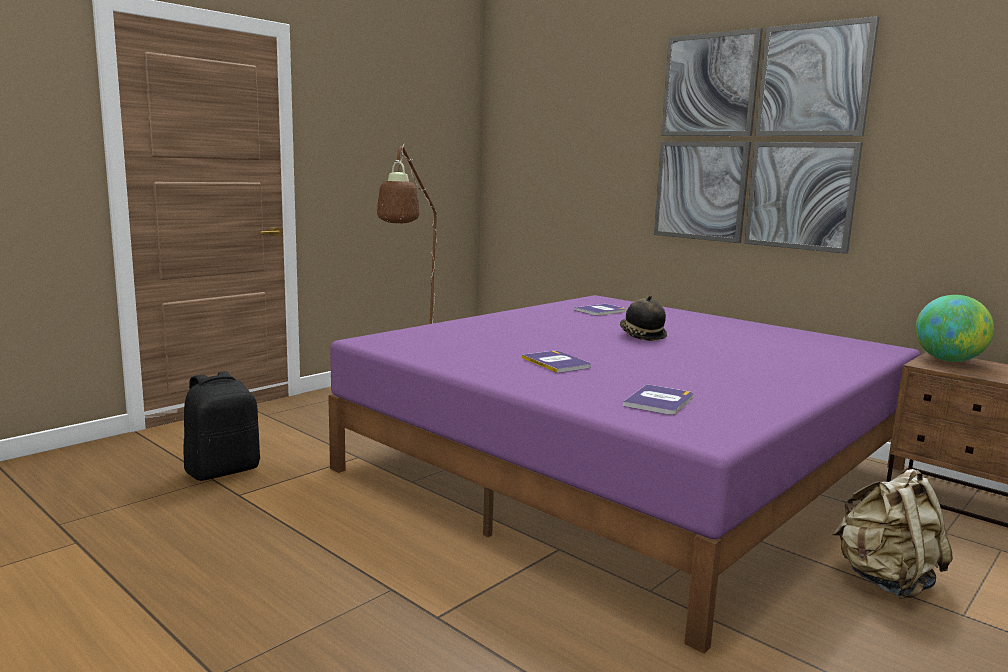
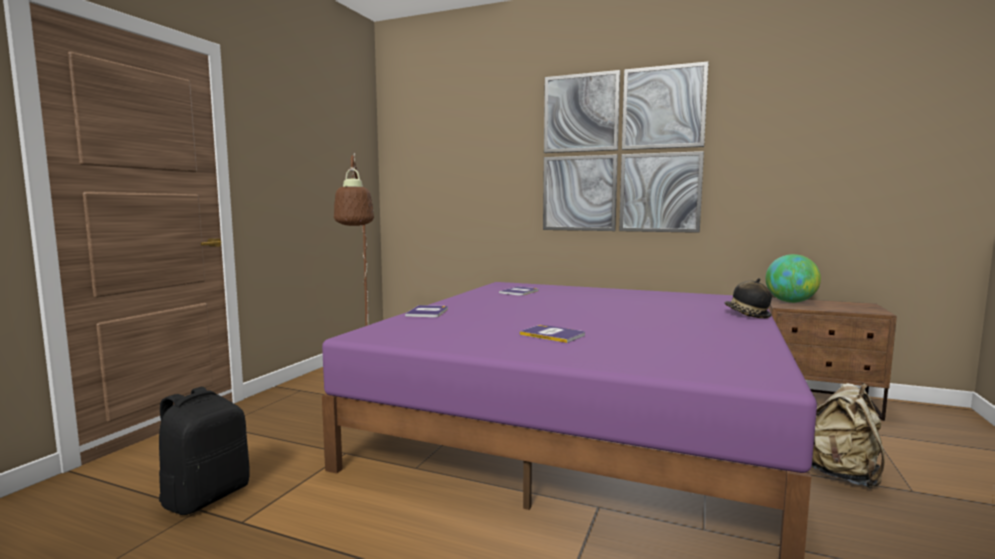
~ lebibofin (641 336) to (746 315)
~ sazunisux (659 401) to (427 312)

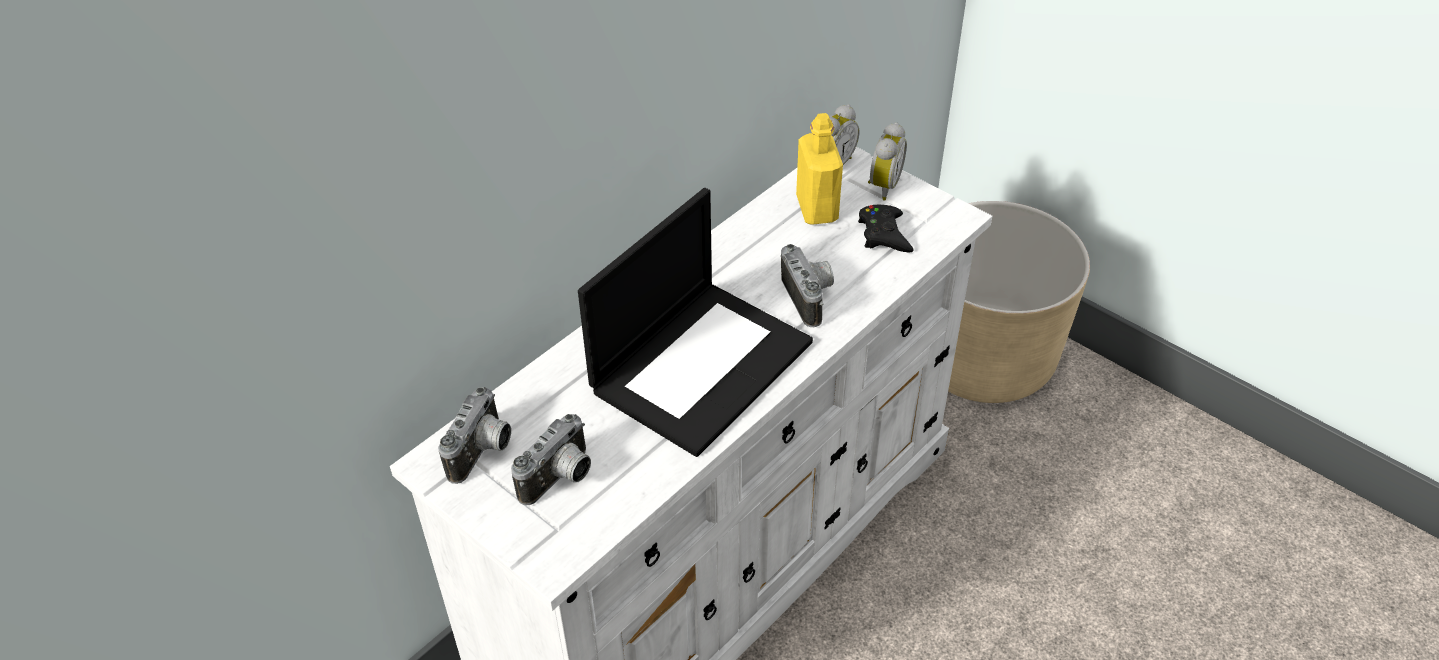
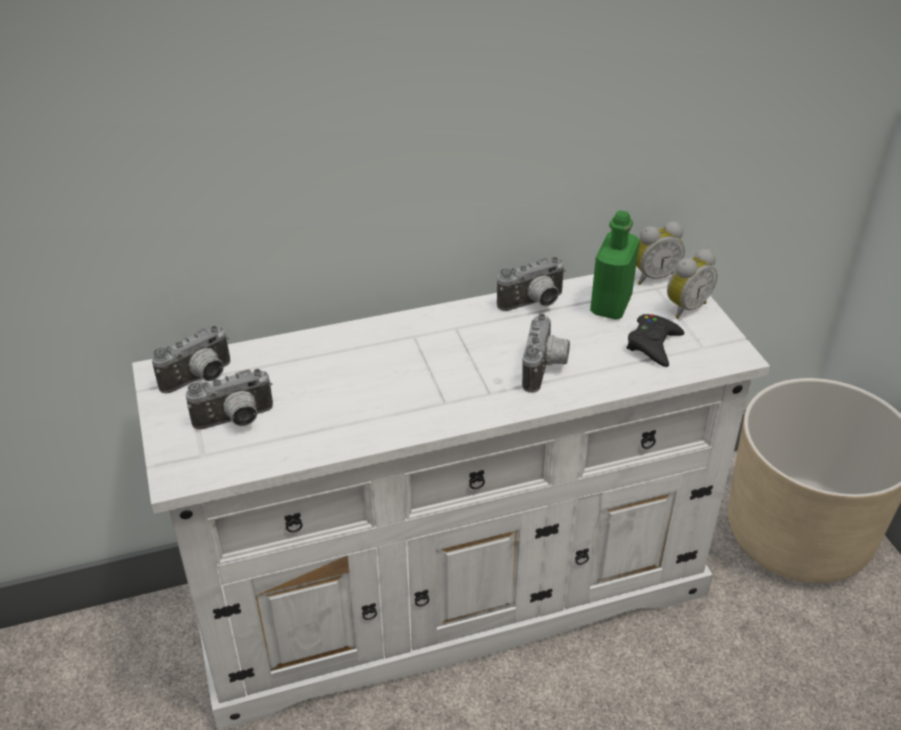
~ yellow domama (817 209) to green domama (611 305)
- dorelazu (701 364)
+ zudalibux (534 304)

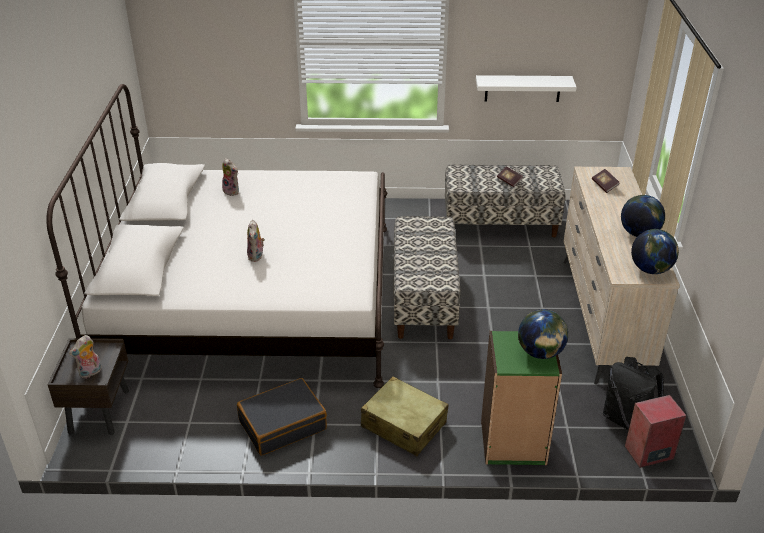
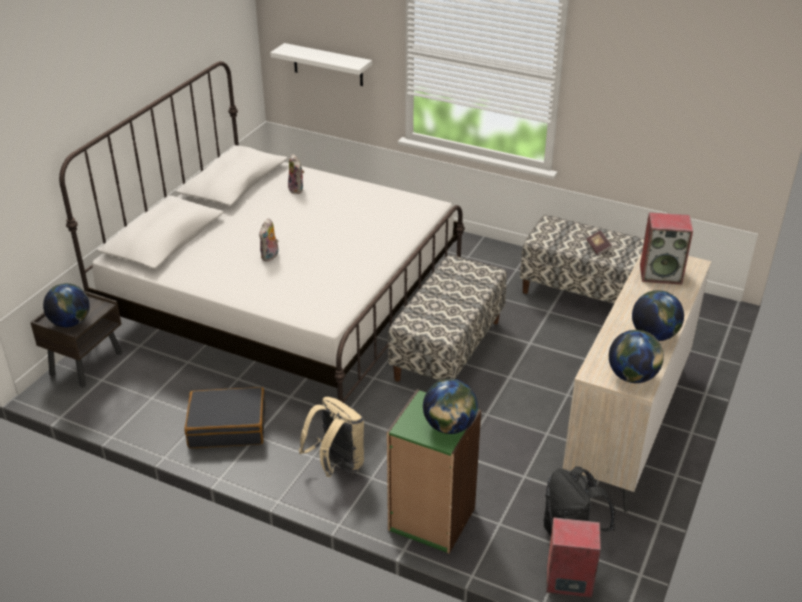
~ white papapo (522 88) to (328 65)
~ sazunisux (604 185) to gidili (661 274)
~ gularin (90 373) to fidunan (71 323)
~ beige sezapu (403 425) to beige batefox (337 465)

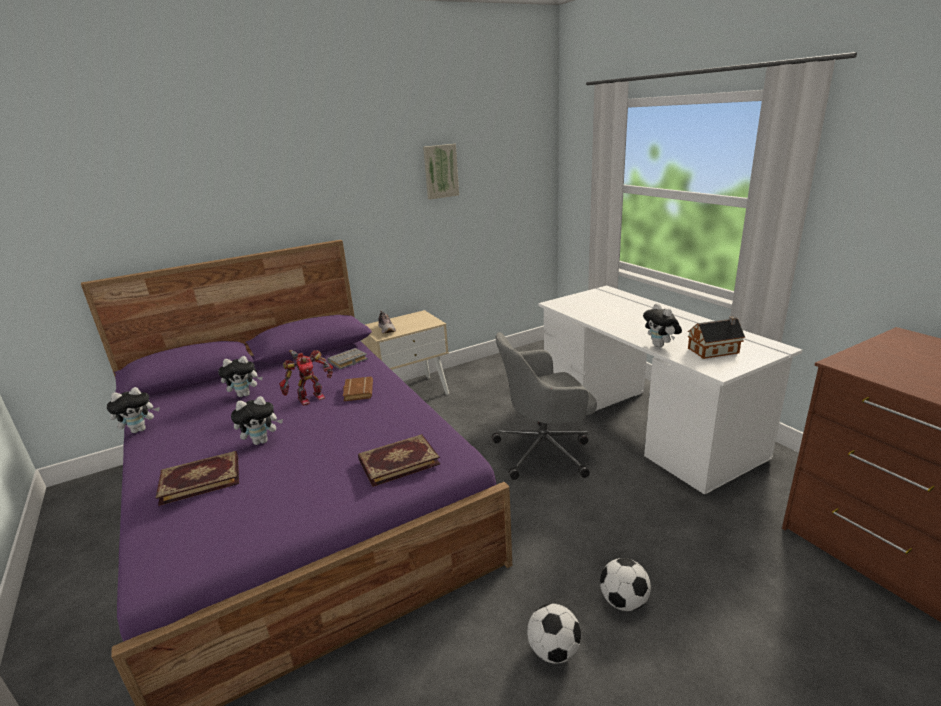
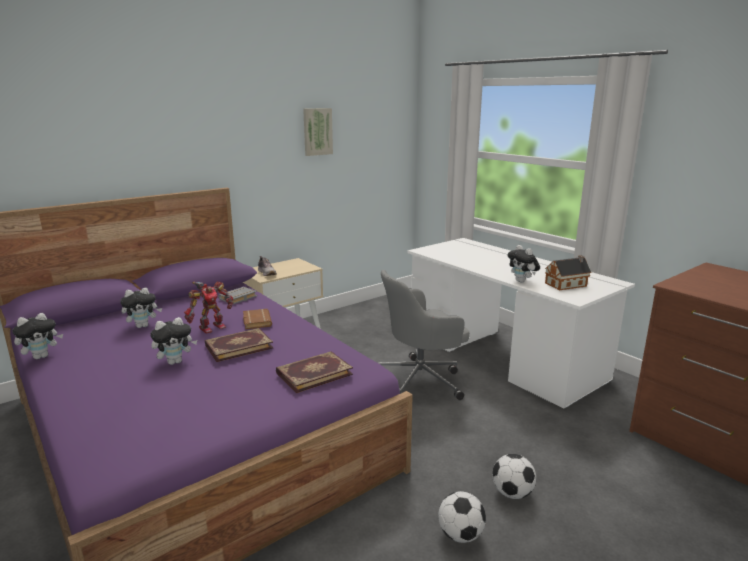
~ sazunisux (200 479) to (238 346)

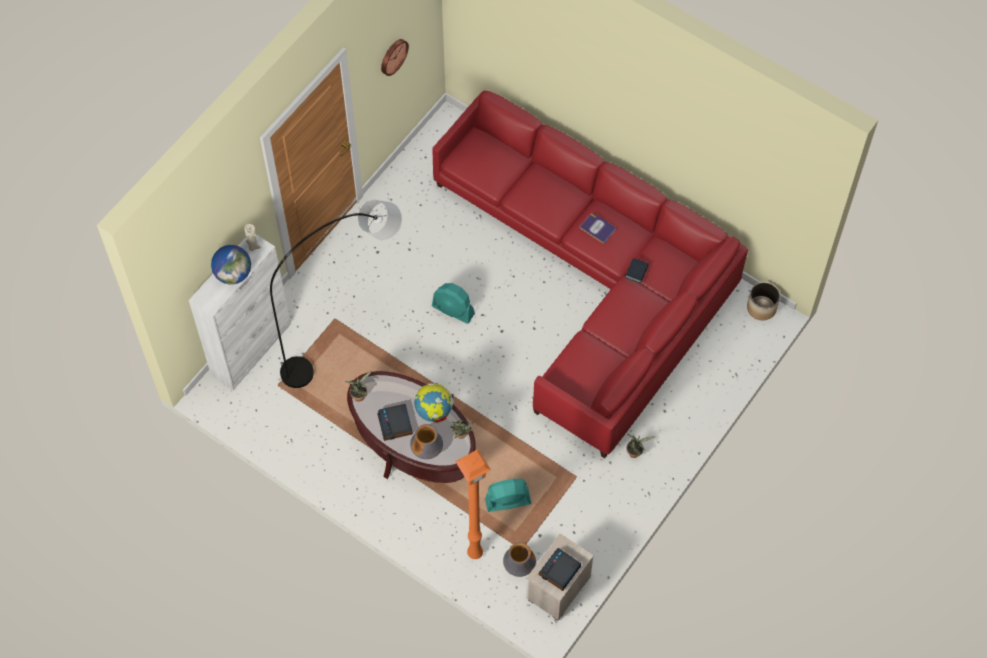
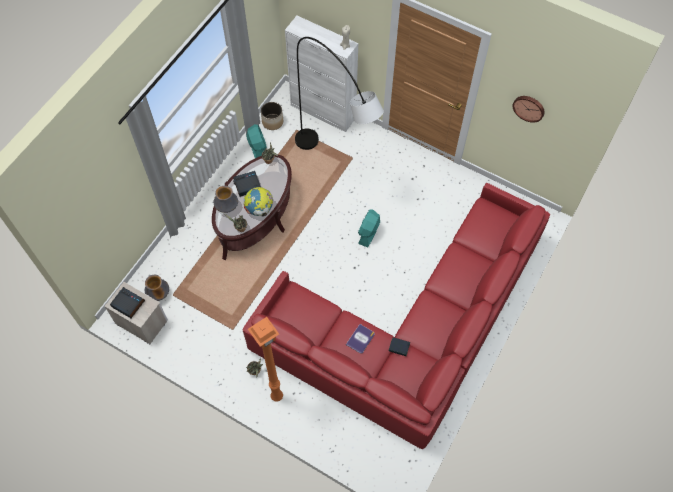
~ sazunisux (598 228) to (360 339)
- fidunan (233 274)
~ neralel (761 308) to (272 122)
~ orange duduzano (474 554) to (275 396)
~ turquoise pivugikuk (507 501) to (257 148)

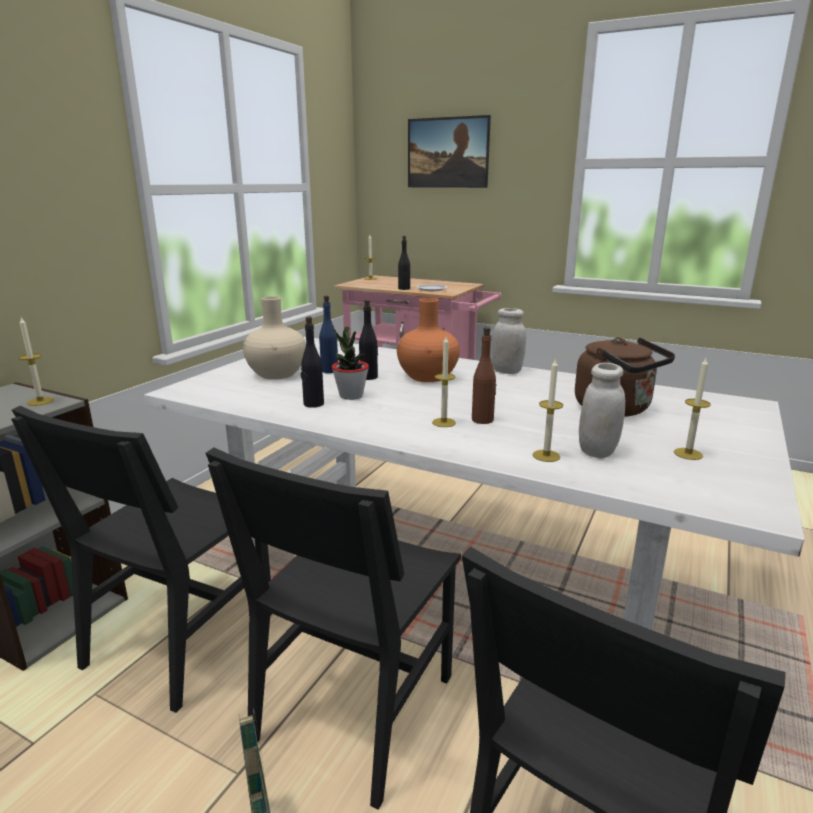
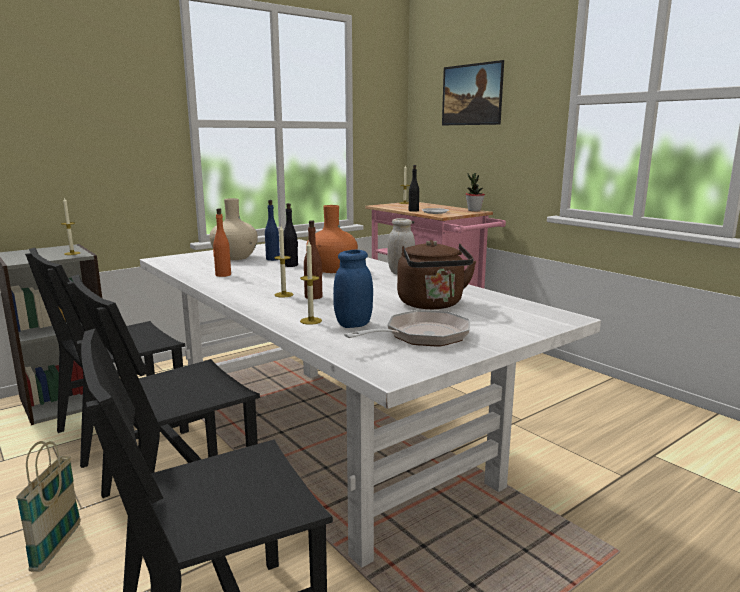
~ black domama (313 404) to orange domama (223 275)
~ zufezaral (351 396) to (474 210)
~ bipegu (688 454) to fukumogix (421 336)
~ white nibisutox (597 451) to blue nibisutox (353 324)

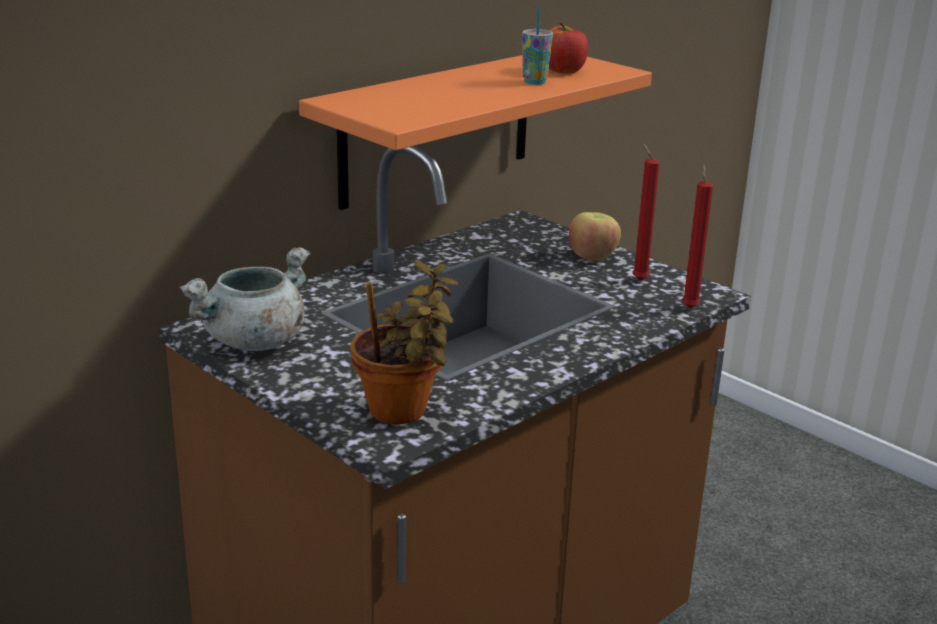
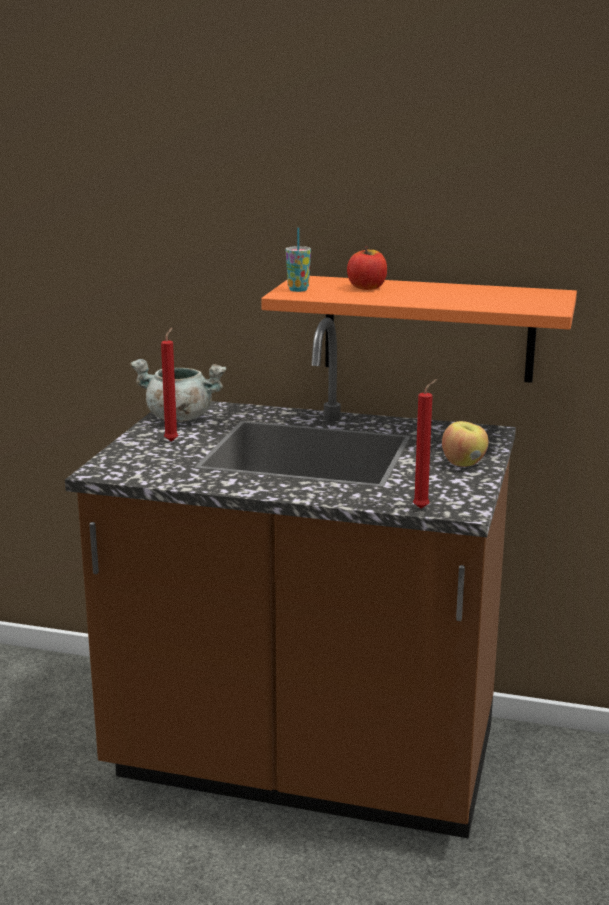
~ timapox (534 82) to (298 290)
~ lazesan (563 71) to (367 287)
~ red bipegu (638 279) to (172 440)
- zufezaral (403 412)

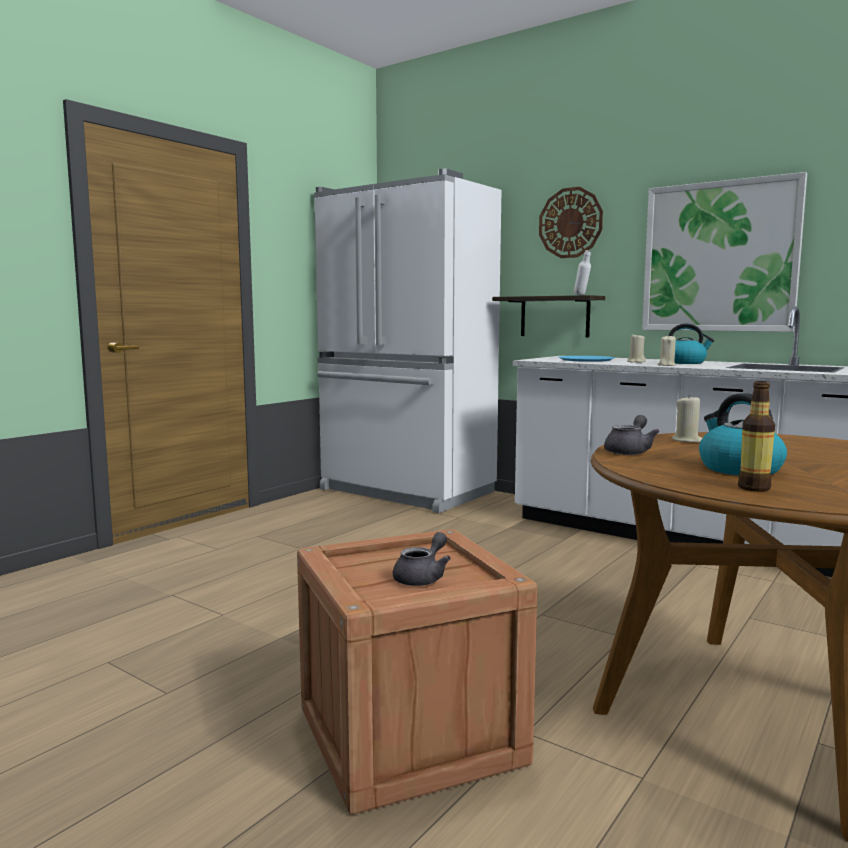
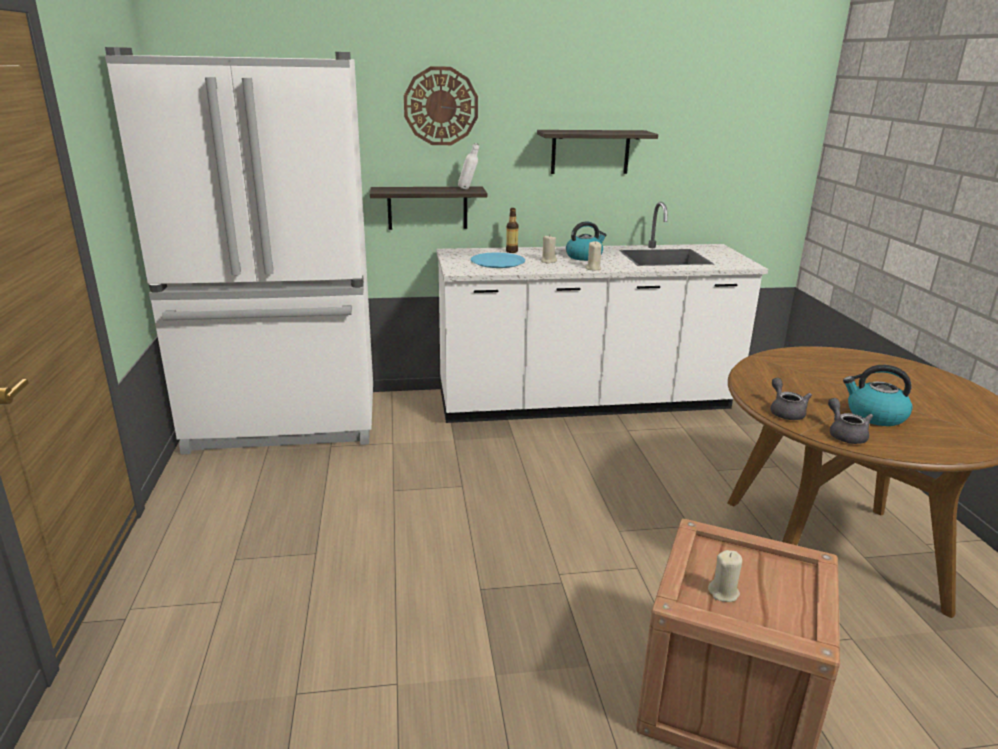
~ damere (719 257) to papapo (590 152)
~ domama (753 488) to (511 251)
~ beige bipegu (687 440) to (724 593)
~ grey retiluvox (423 578) to (845 434)

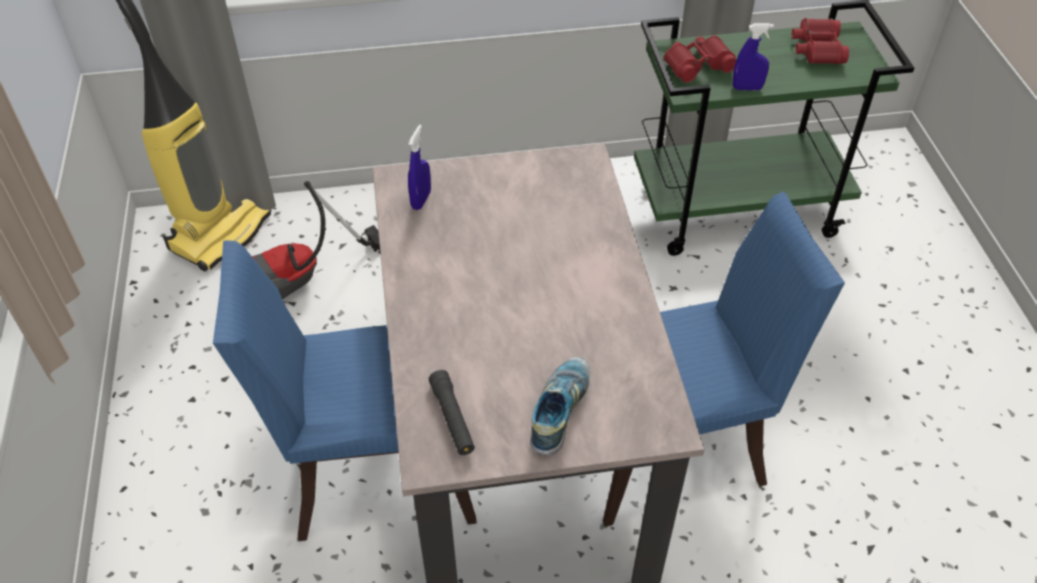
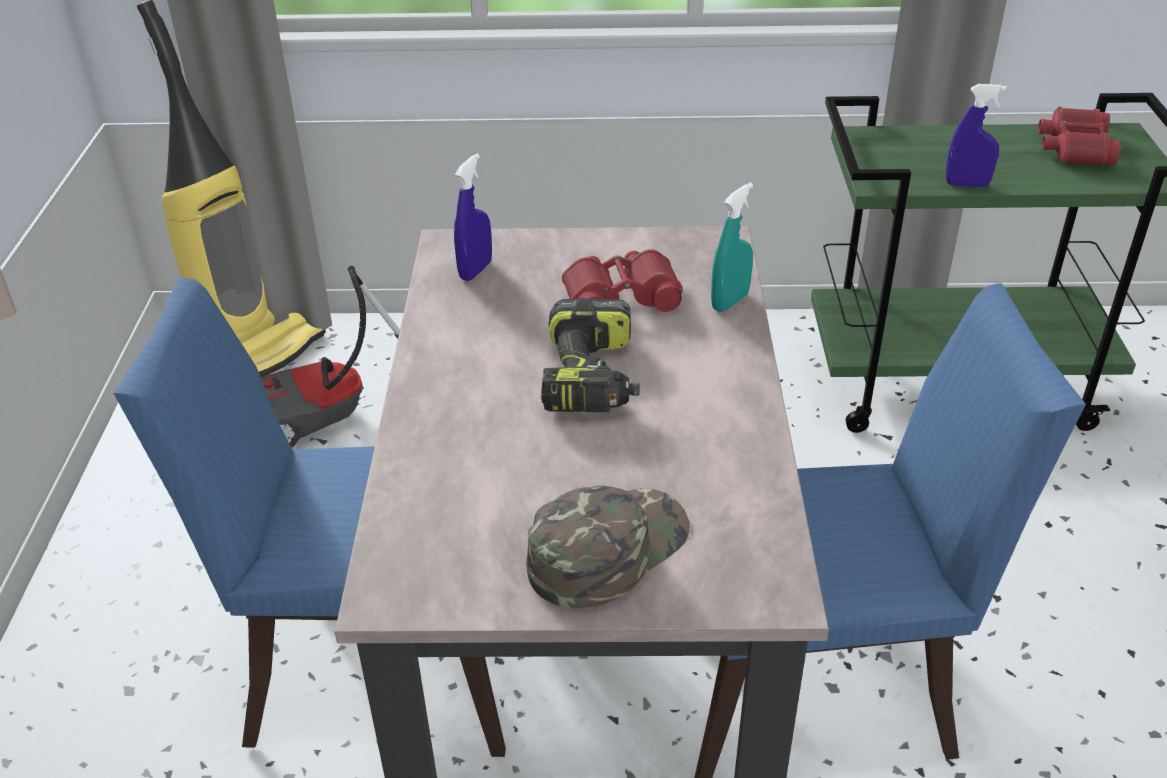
~ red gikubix (697 64) to (621 296)
~ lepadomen (559 411) to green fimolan (606 549)
- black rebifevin (452 418)
+ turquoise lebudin (730 302)
+ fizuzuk (592 378)

